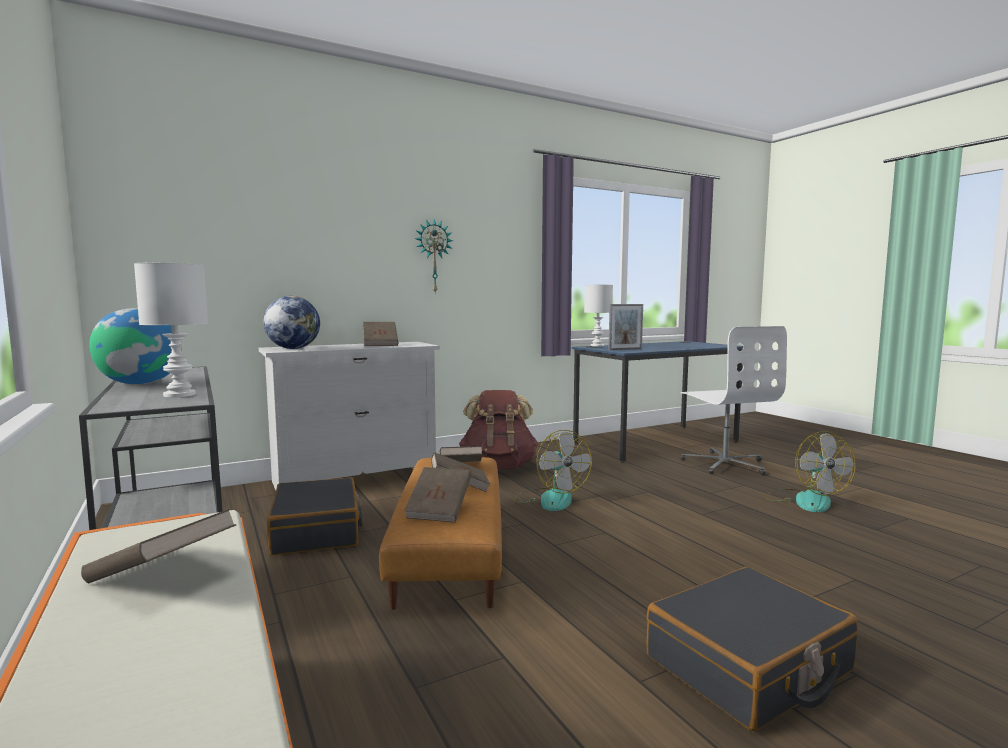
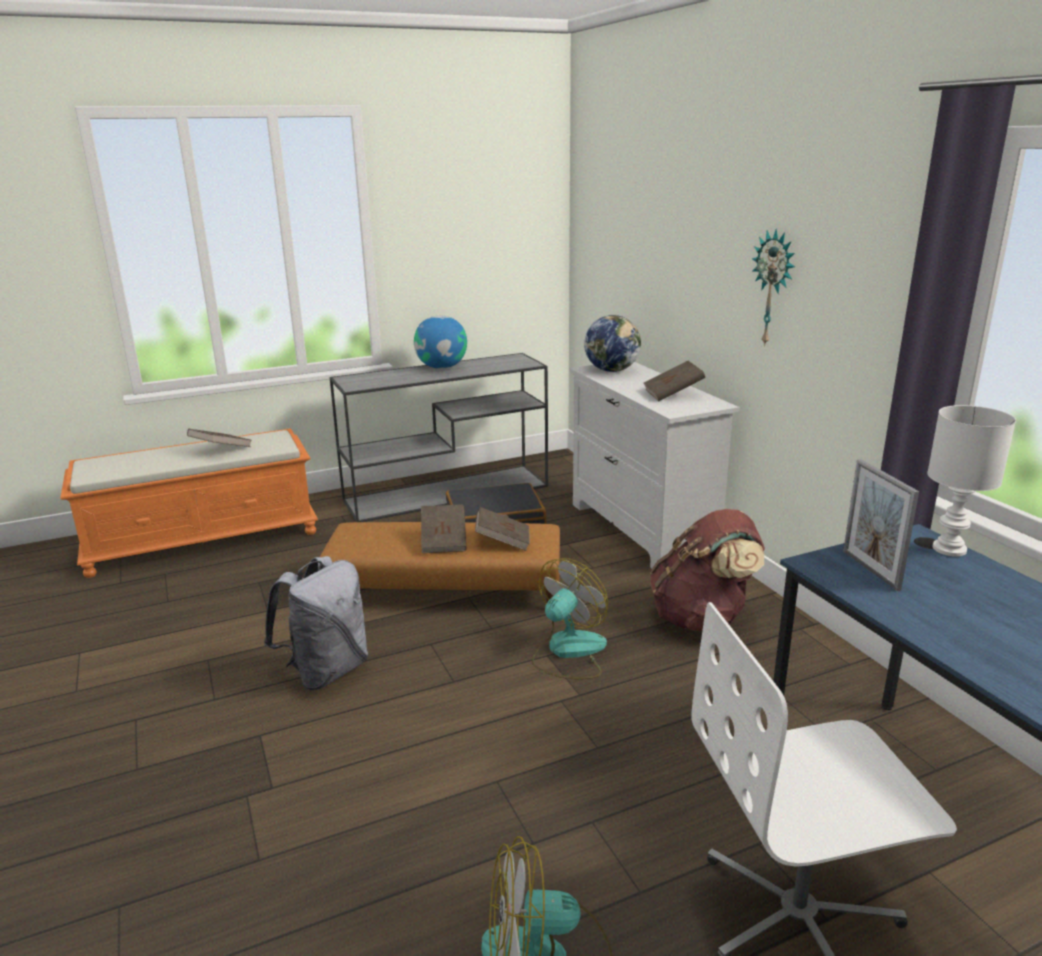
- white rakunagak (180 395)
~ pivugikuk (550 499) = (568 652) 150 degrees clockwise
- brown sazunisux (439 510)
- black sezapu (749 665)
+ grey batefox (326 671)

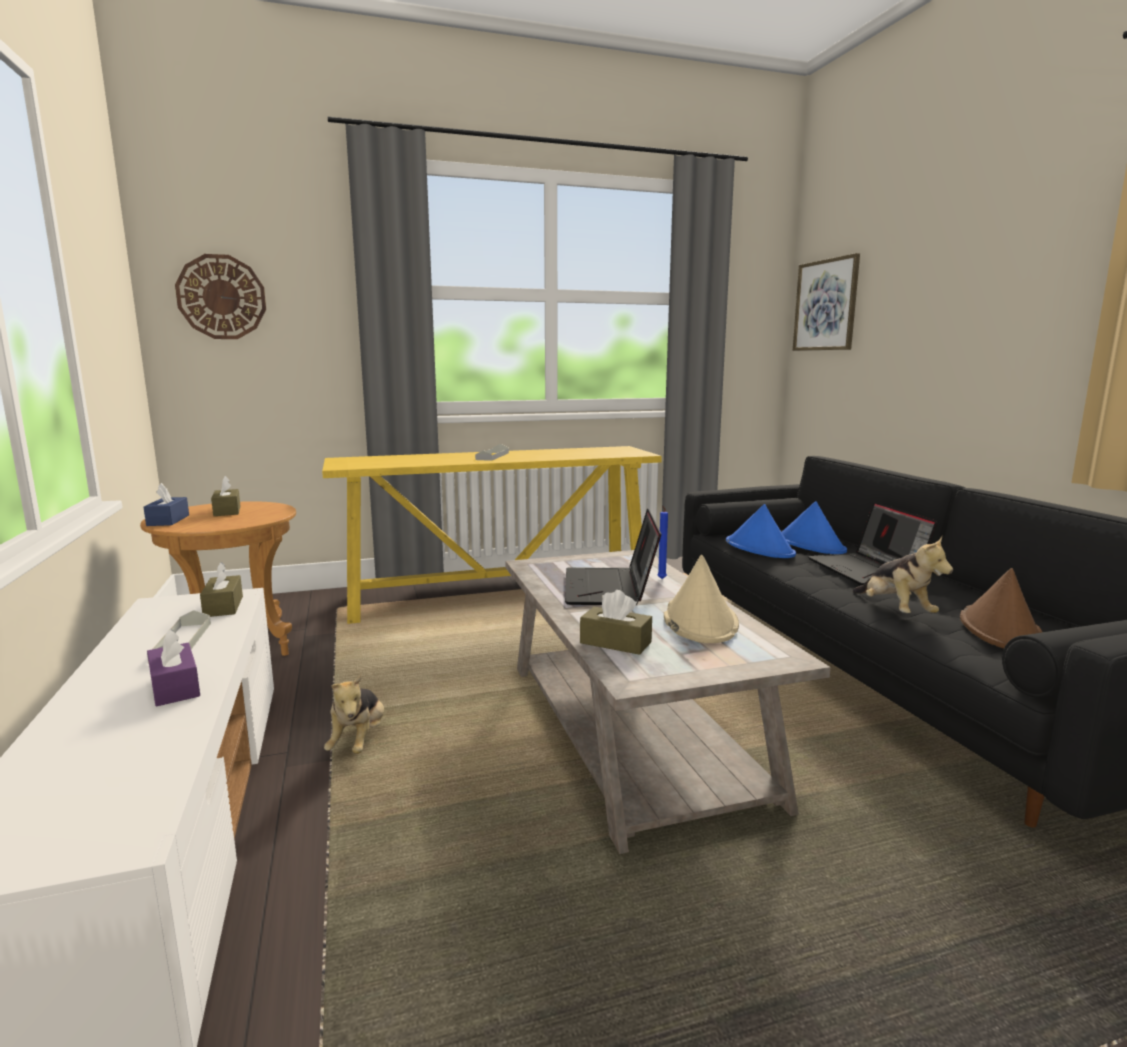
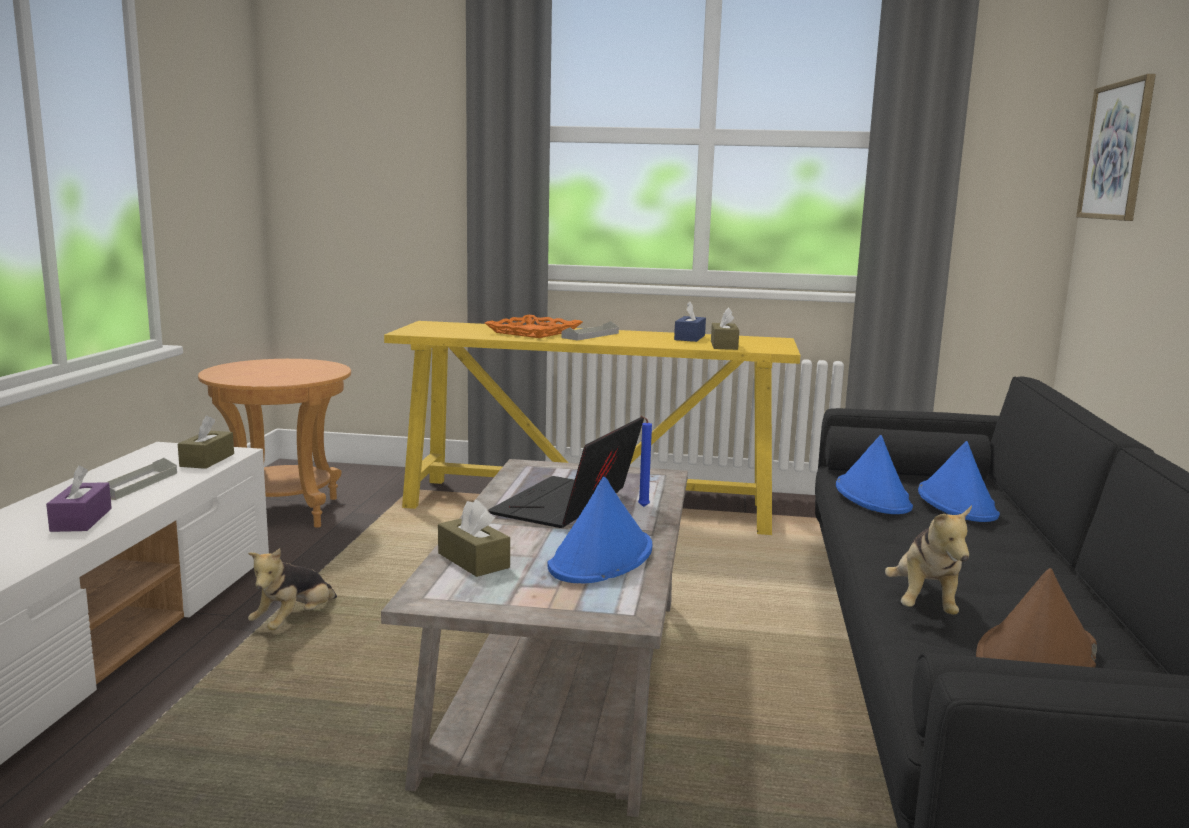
- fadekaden (221 297)
~ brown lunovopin (227 511) to (724 345)
~ blue lunovopin (168 520) to (689 338)
- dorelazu (867 570)
~ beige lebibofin (699 621) to blue lebibofin (601 558)
+ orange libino (533 332)

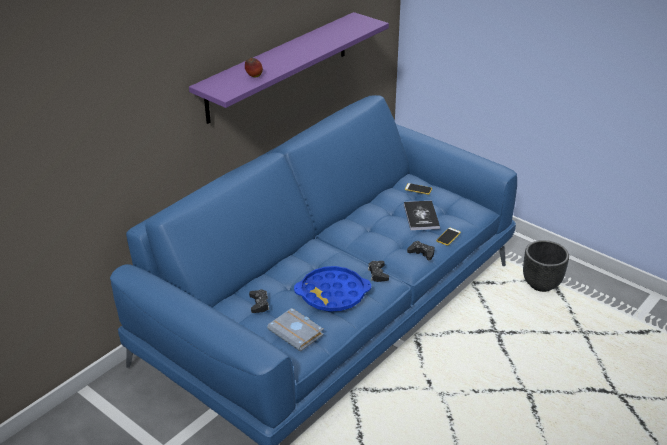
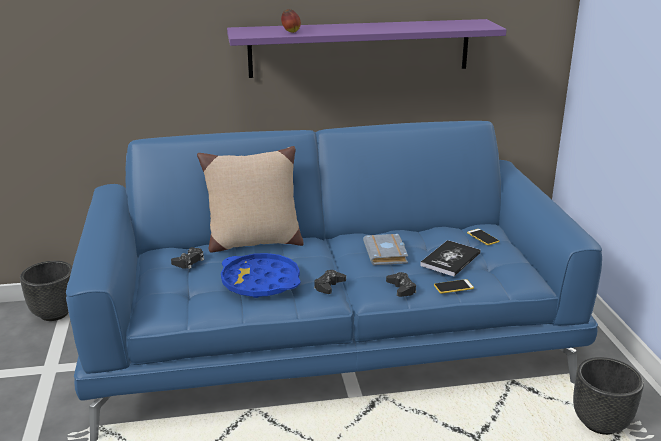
~ grey sazunisux (297 332) to (387 254)
+ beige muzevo (253 242)
+ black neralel (55 313)

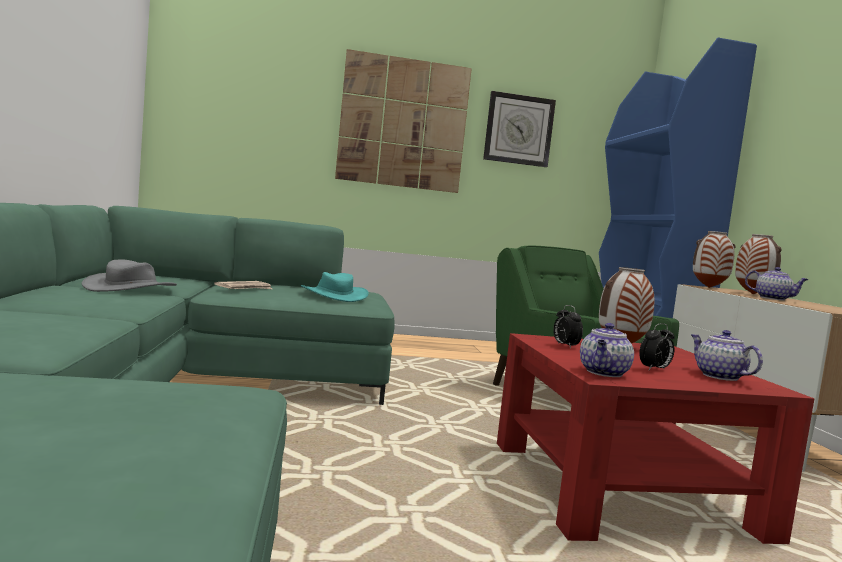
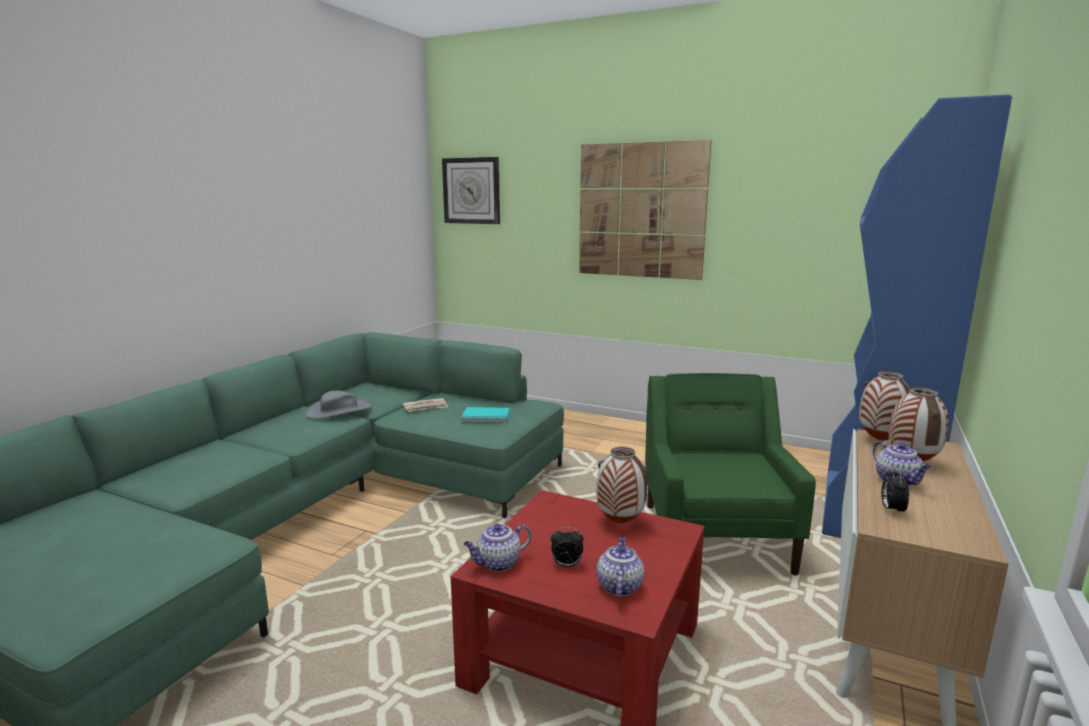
~ fadekaden (518 130) to (471 191)
~ turquoise lebibofin (334 295) to turquoise sazunisux (486 417)
~ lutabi (565 346) to (891 510)

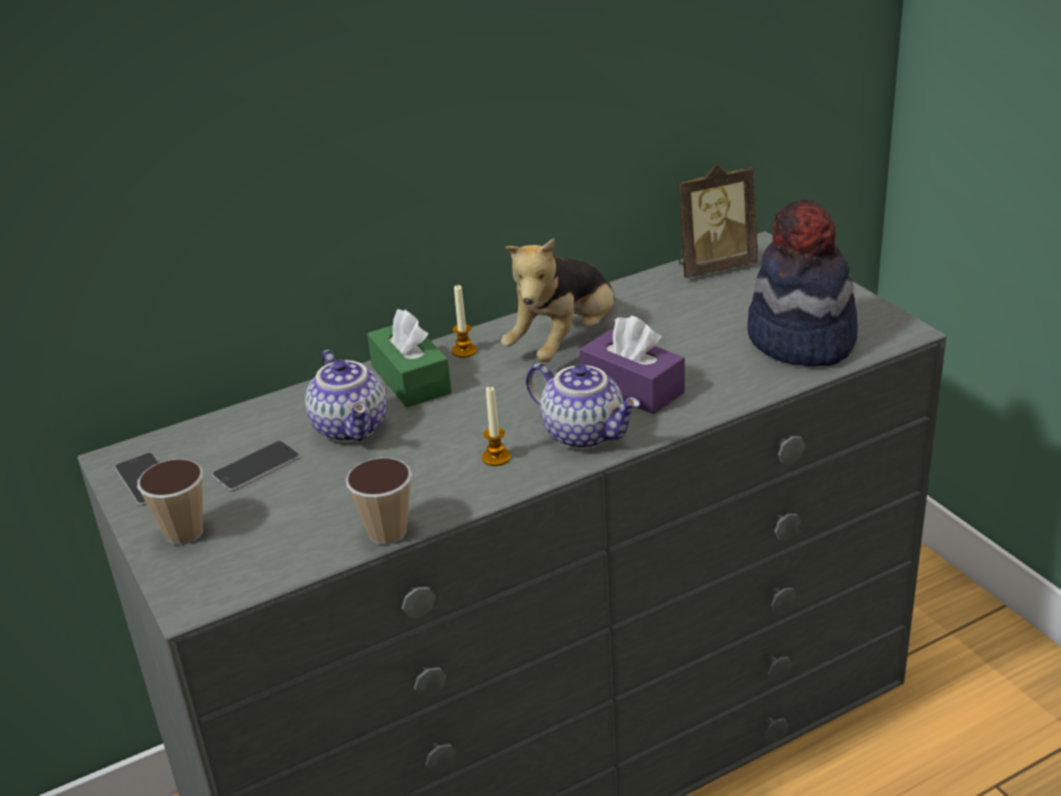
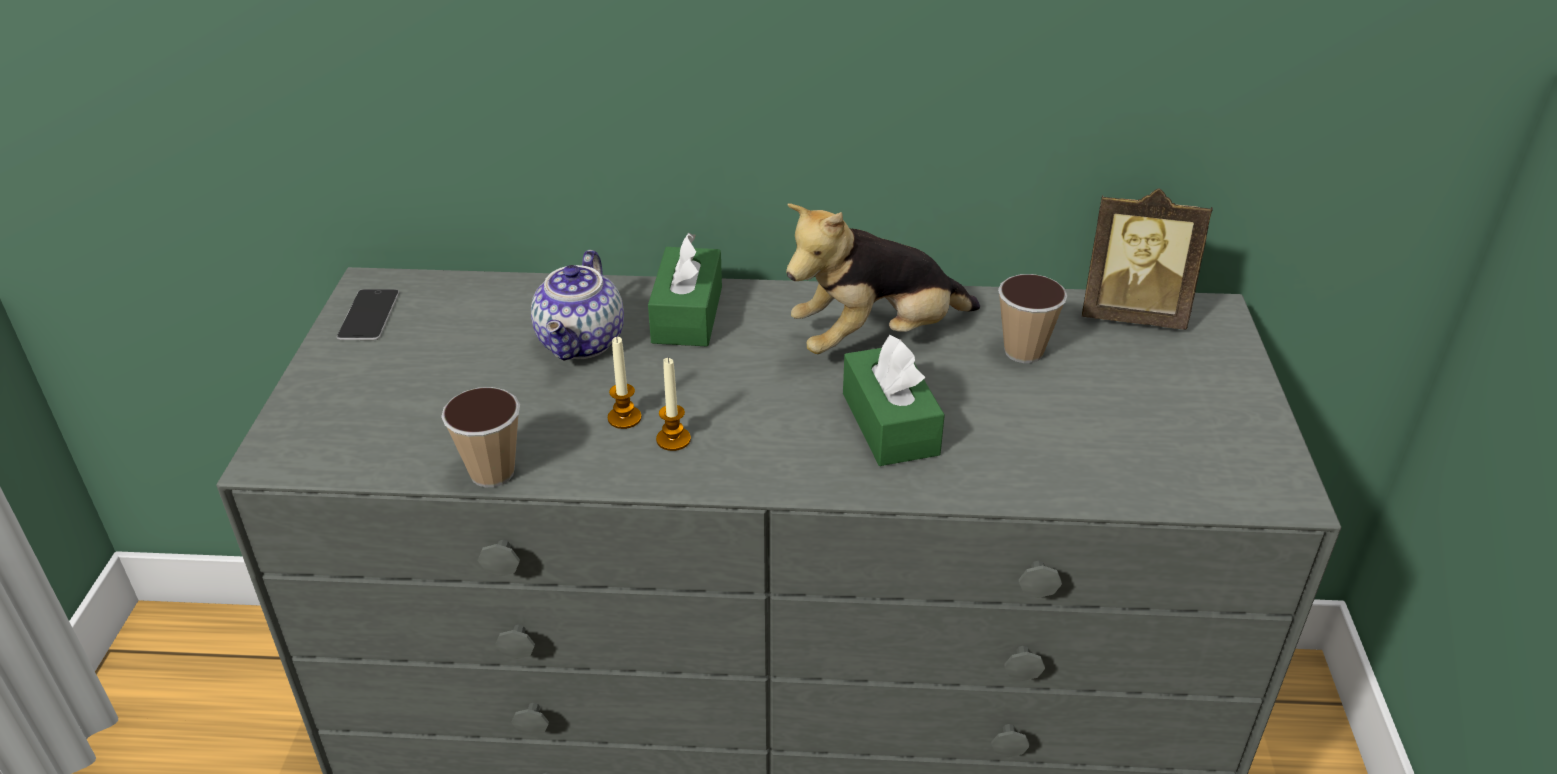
- lebibofin (800 340)
~ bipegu (464 351) to (624 418)
~ purple lunovopin (632 388) to green lunovopin (890 424)
- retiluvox (585 433)
- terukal (256 466)
~ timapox (184 533) to (1023 351)

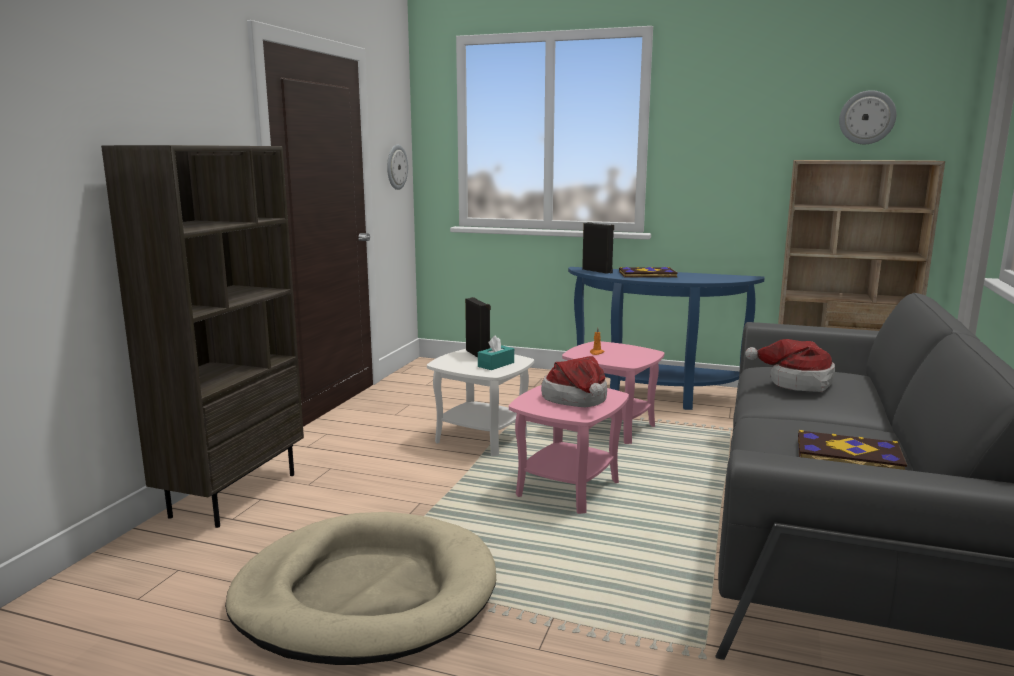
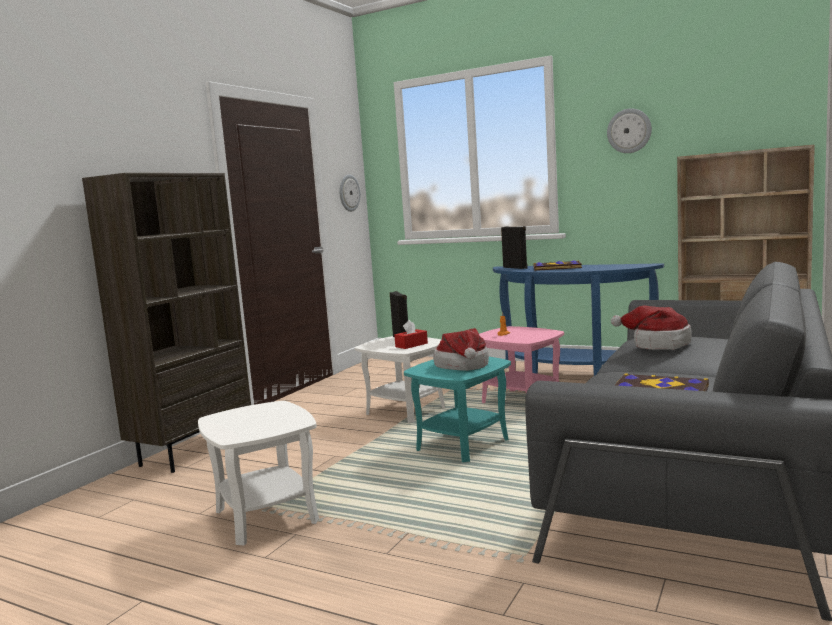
~ fadekaden (867 117) to (629 131)
~ turquoise lunovopin (496 364) to red lunovopin (411 345)
~ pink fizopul (567 488) to turquoise fizopul (462 444)
~ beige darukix (365 594) to white fizopul (266 516)

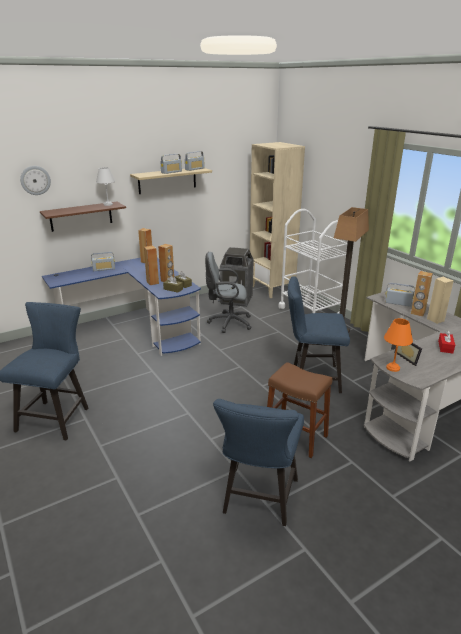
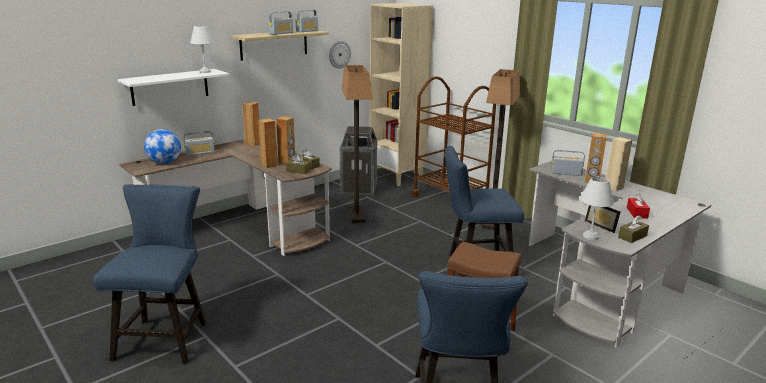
~ fadekaden (35 180) to (339 54)
~ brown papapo (81 216) to white papapo (170 87)
~ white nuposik (310 312) to brown nuposik (450 199)
~ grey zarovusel (228 323) to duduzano (356 215)
~ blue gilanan (137 329) to brown gilanan (244 228)
~ orange rakunagak (393 367) to white rakunagak (590 236)
+ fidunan (164 163)
+ brown lunovopin (632 237)

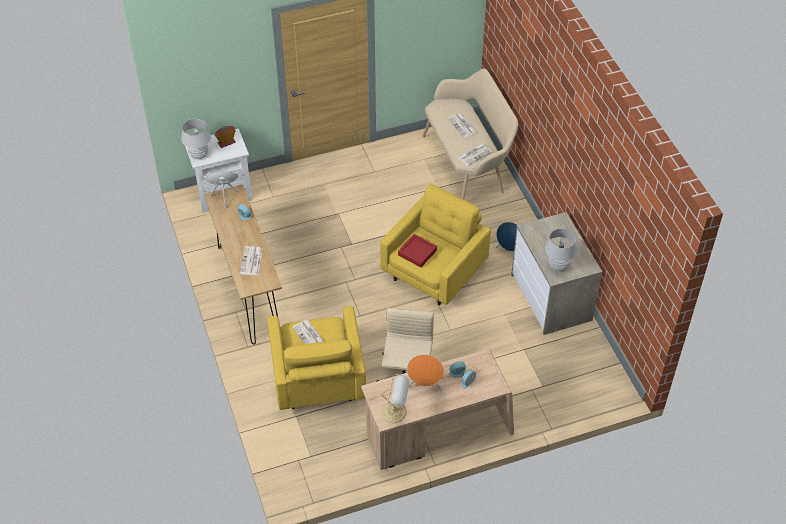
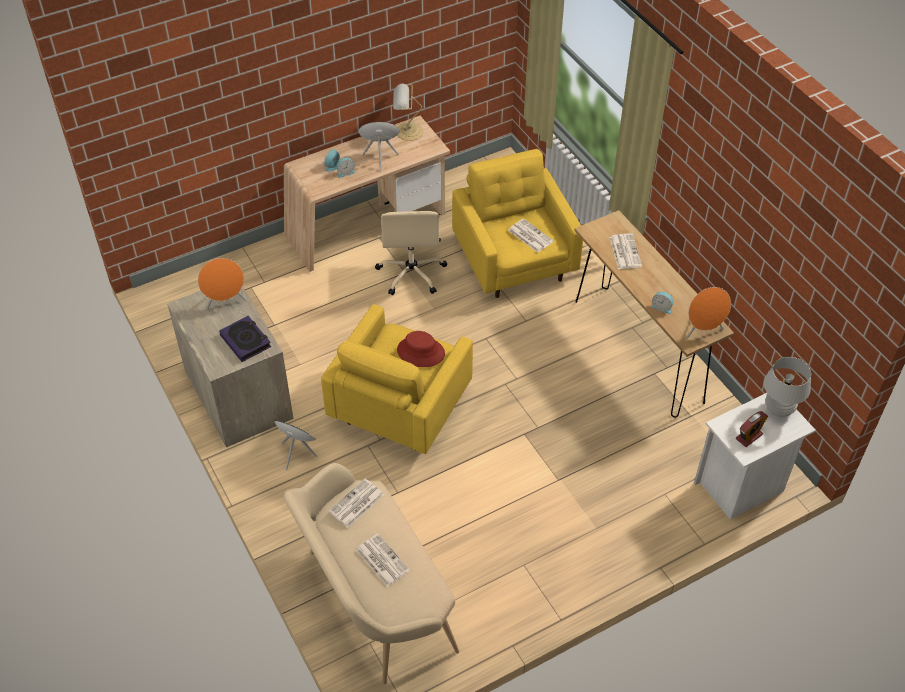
~ white rakunagak (558 266) to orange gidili (225 302)
~ red libino (417 252) to red lebibofin (420 352)
+ sazunisux (246 341)

